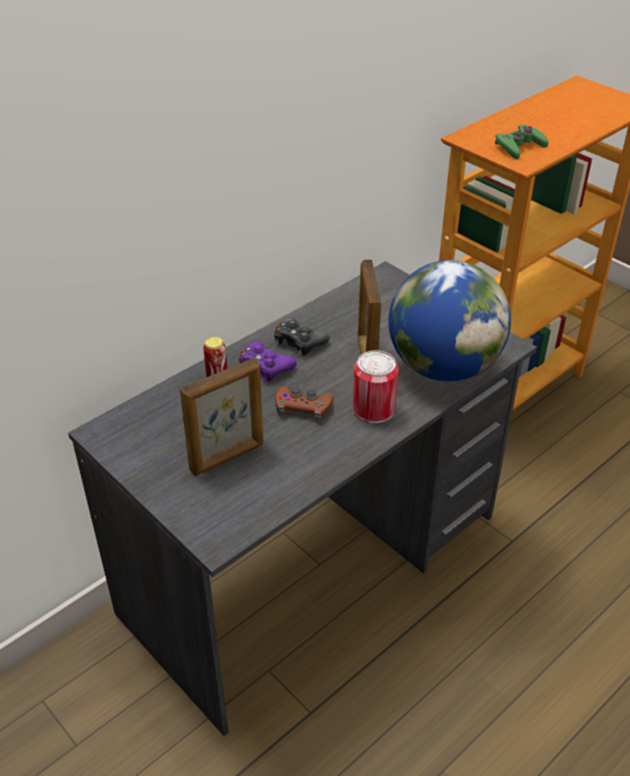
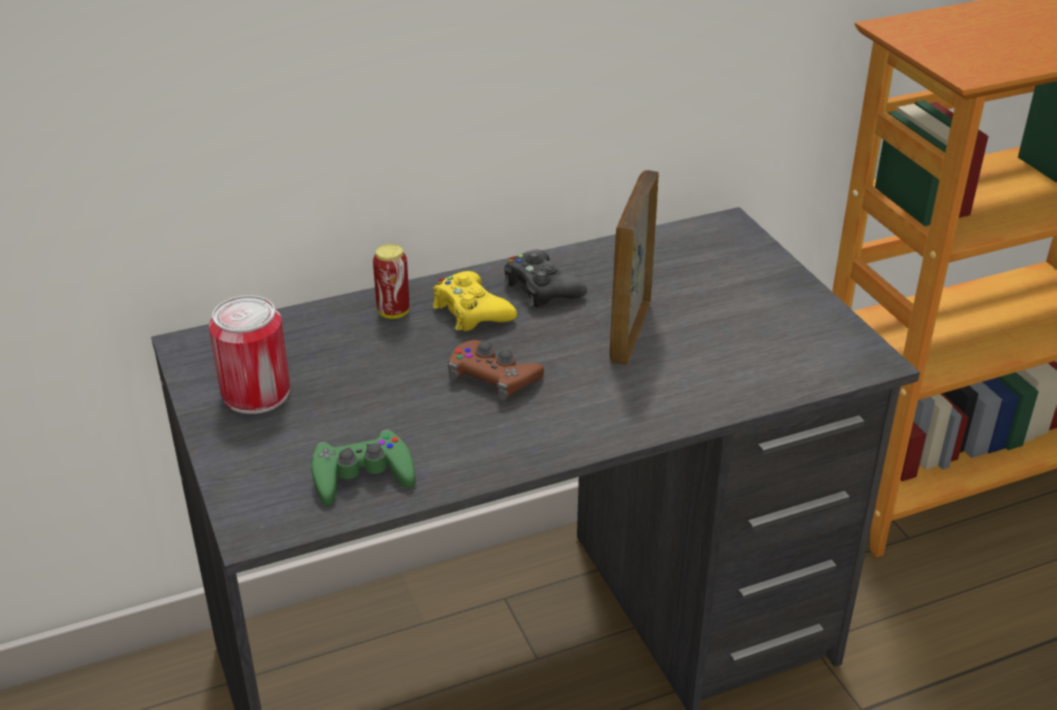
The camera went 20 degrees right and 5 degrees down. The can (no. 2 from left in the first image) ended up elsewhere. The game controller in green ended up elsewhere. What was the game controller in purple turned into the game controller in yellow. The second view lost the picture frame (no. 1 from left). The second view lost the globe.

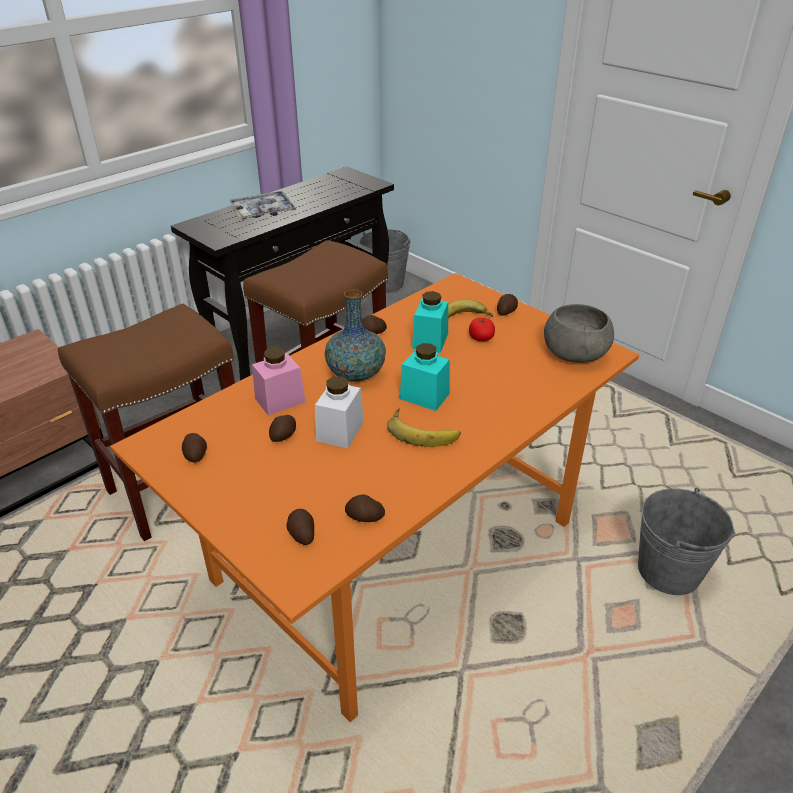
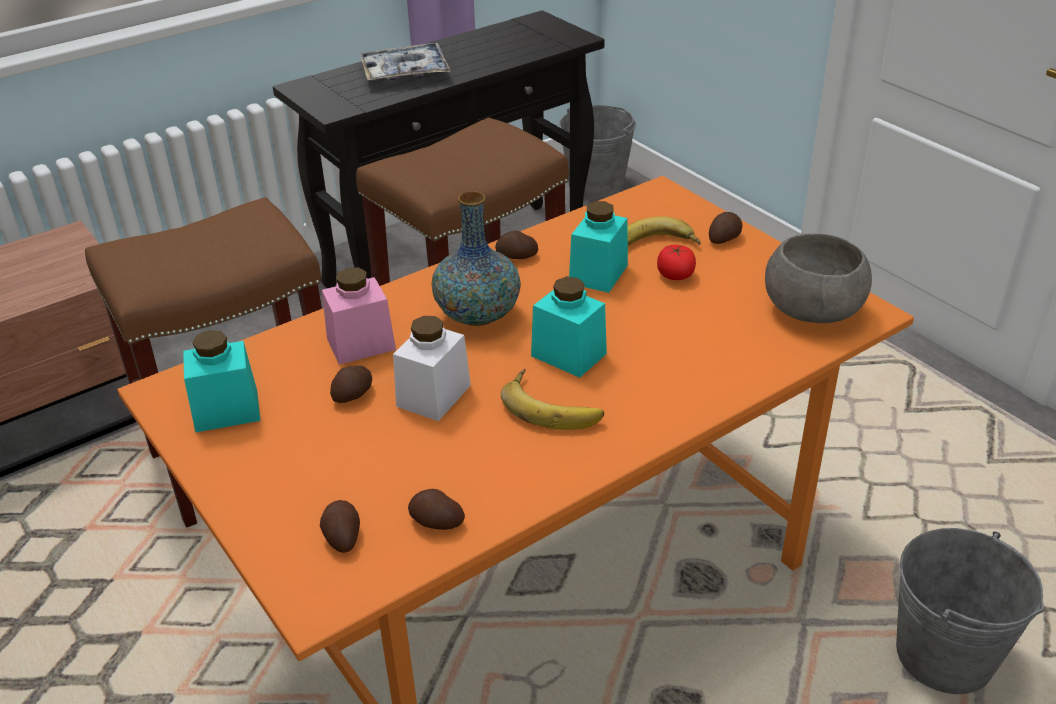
The camera went 10 degrees right and 0 degrees up. Where the potato (no. 1 from left) stood, the jar in turquoise (no. 1 from left) came to stand.

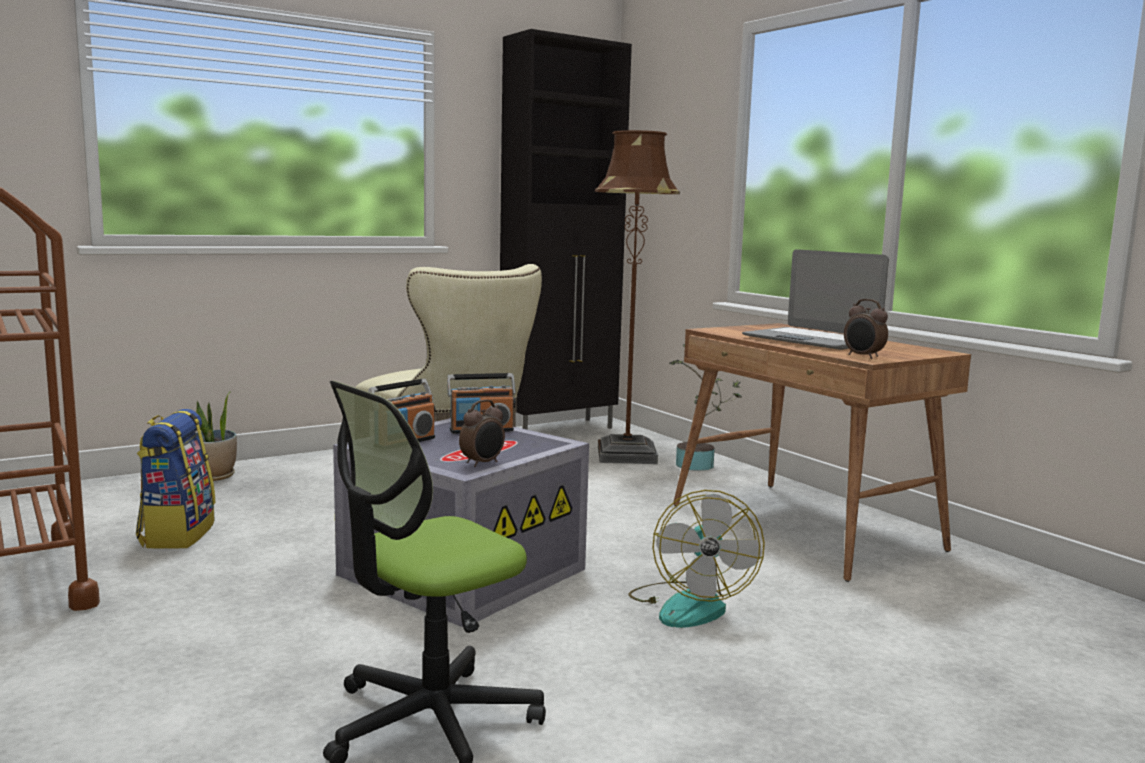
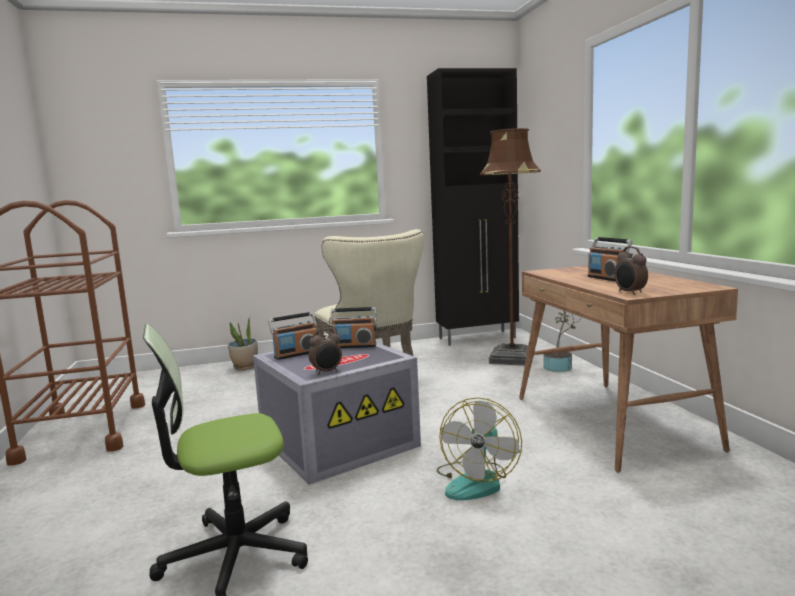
The camera went 20 degrees right and 0 degrees up. Where the laptop stood, the radio (no. 3 from left) came to stand. The second view lost the backpack.

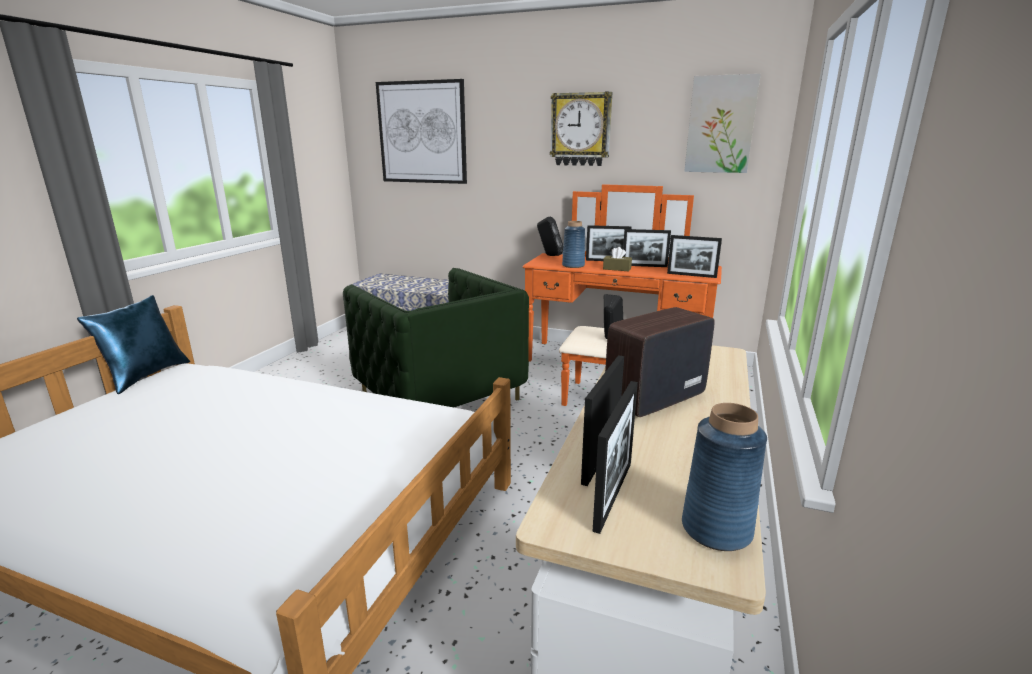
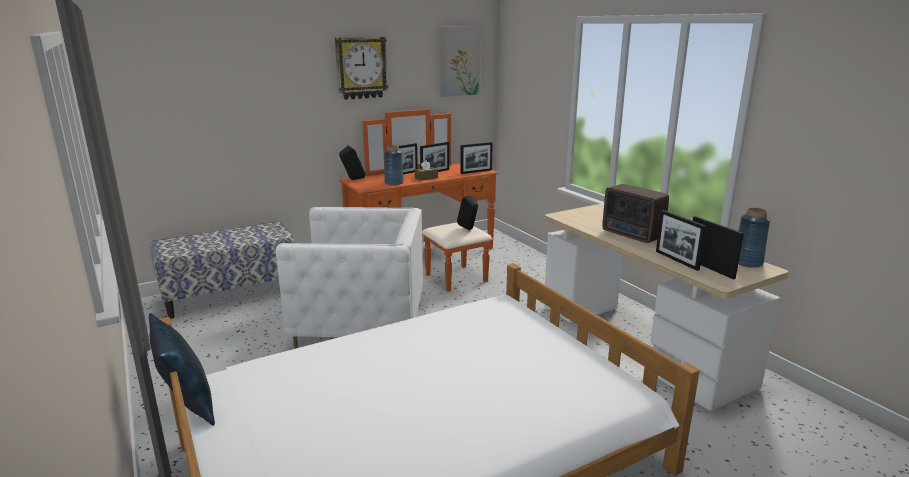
The camera went 50 degrees left and 0 degrees up. What was the armchair in green turned into the armchair in white. The radio ended up facing another way, 45 degrees counterclockwise from before. The second view lost the picture (no. 1 from left).

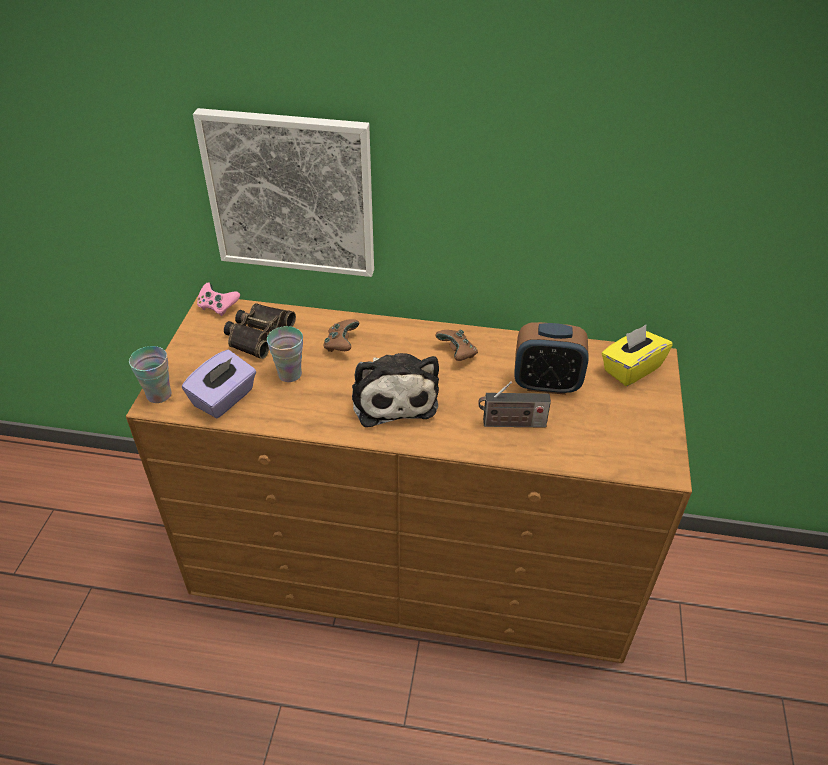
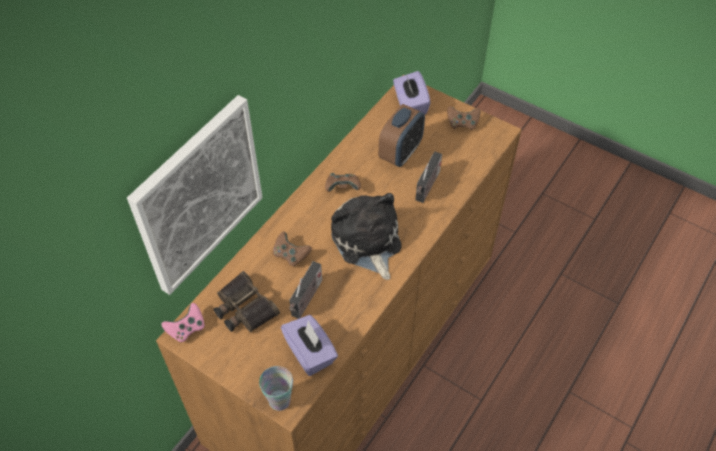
The camera went 65 degrees left and 10 degrees up. Where the cup (no. 2 from left) stood, the radio (no. 1 from left) came to stand. The plush toy ended up facing another way, 120 degrees counterclockwise from before. What was the tissue box in yellow turned into the tissue box in purple (no. 2 from left). The second view gained the game controller in brown (no. 3 from left).

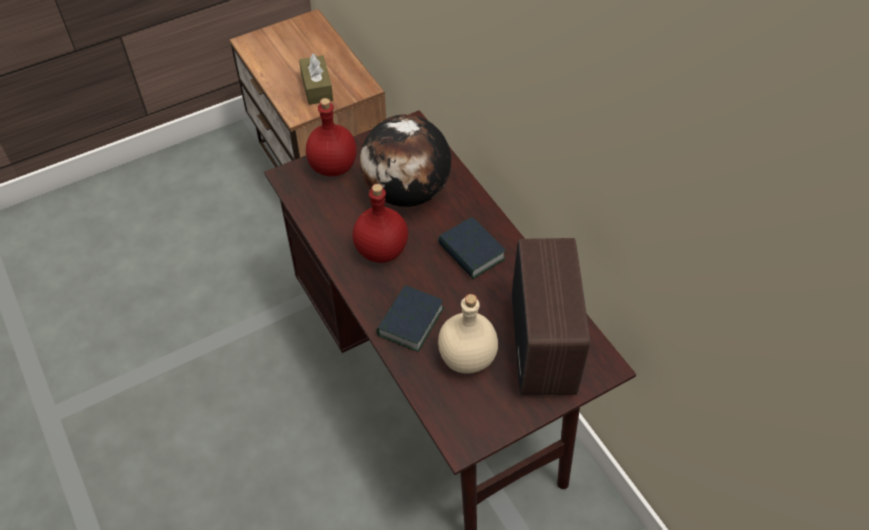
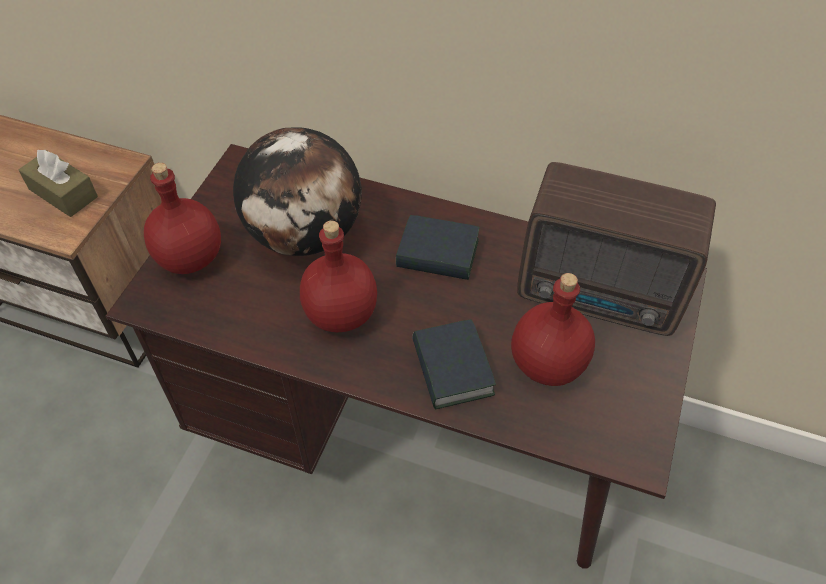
The camera went 40 degrees left and 0 degrees up. What was the bottle in beige turned into the bottle in red (no. 3 from left). The radio ended up facing another way, 150 degrees clockwise from before.

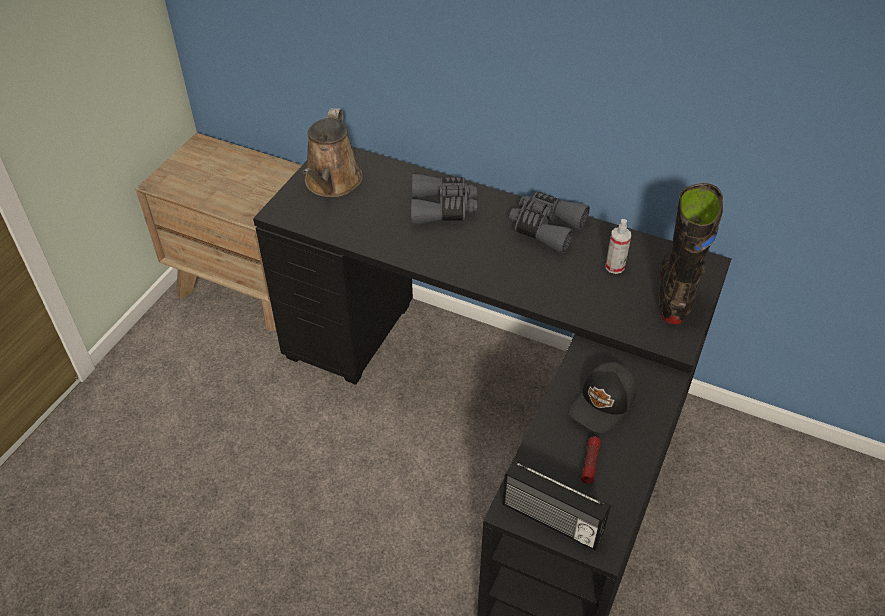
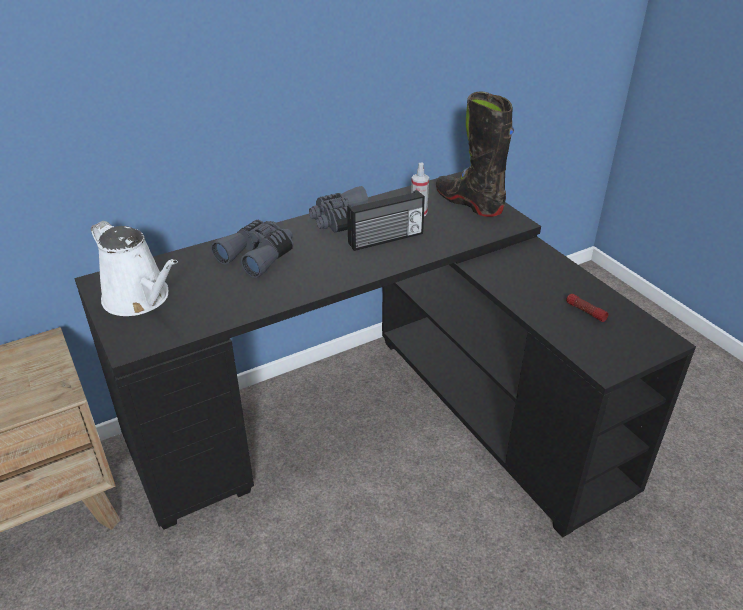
The camera went 55 degrees left and 10 degrees down. What was the watering can in brown turned into the watering can in white. The radio ended up elsewhere. The second view lost the cap in black.

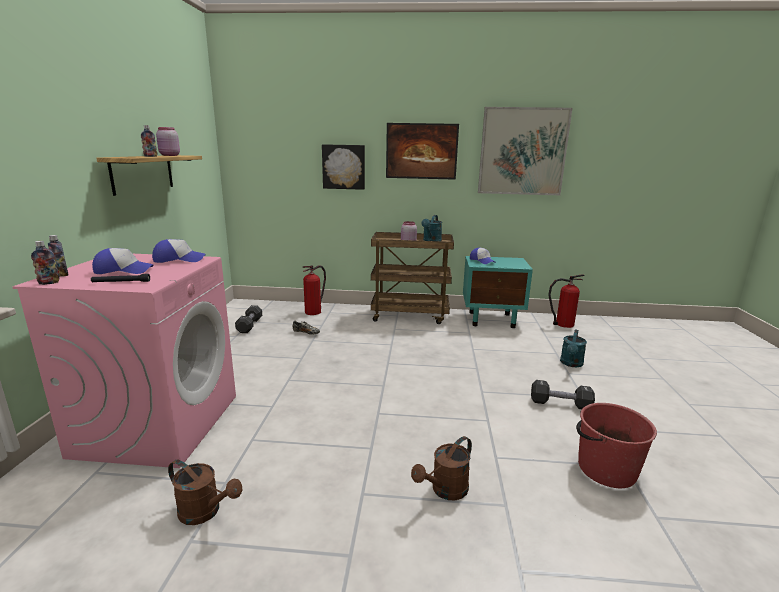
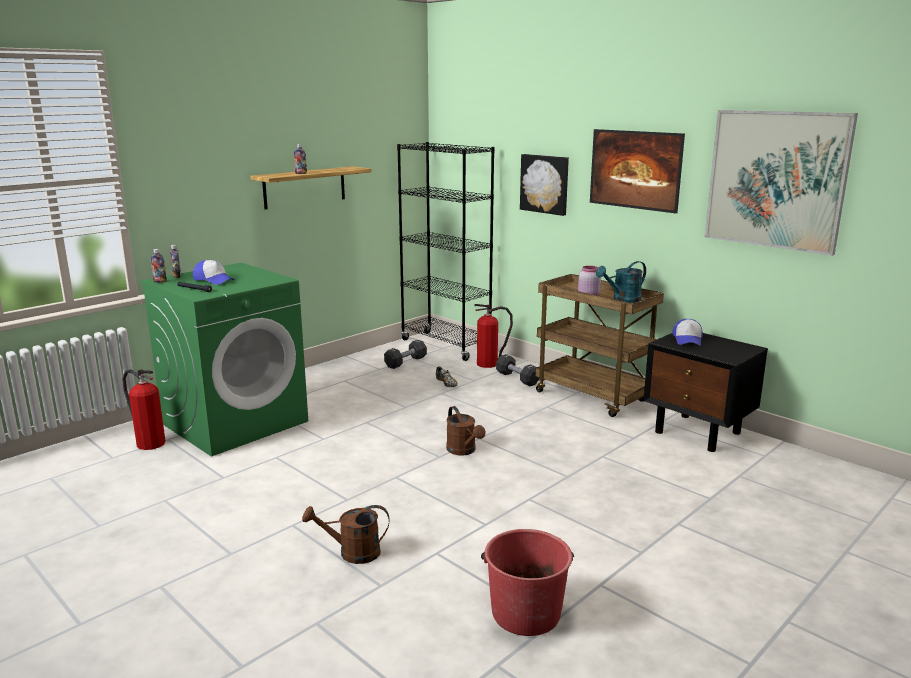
The camera went 40 degrees right and 0 degrees up. The fire extinguisher (no. 2 from left in the first image) ended up elsewhere. What was the washing machine in pink turned into the washing machine in green. The second view gained the bookcase in black. The watering can in brown (no. 1 from left in the first image) ended up elsewhere. The dumbbell in black (no. 2 from left) ended up elsewhere. What was the nightstand in turquoise turned into the nightstand in black. The second view lost the cap (no. 2 from left). The second view lost the jar in pink (no. 1 from left). The second view lost the watering can in turquoise (no. 2 from left).

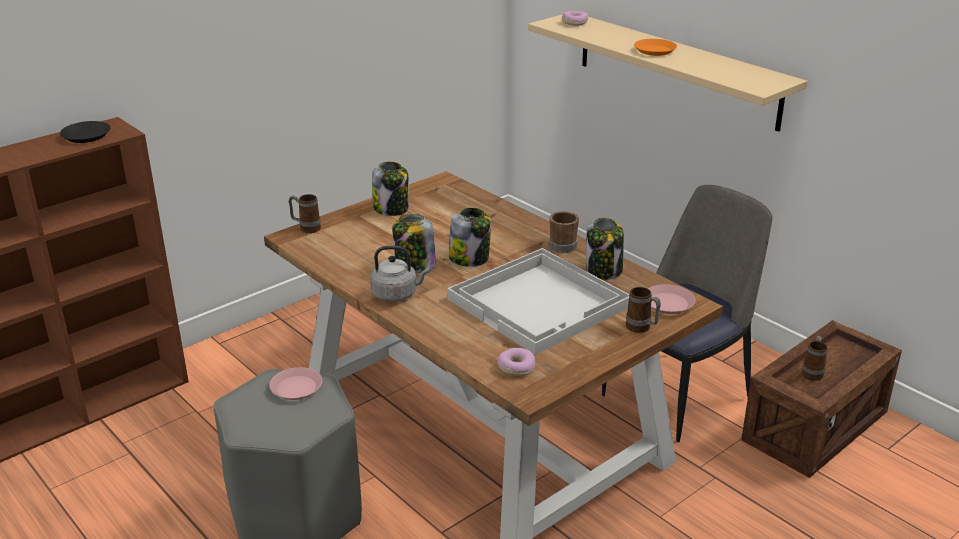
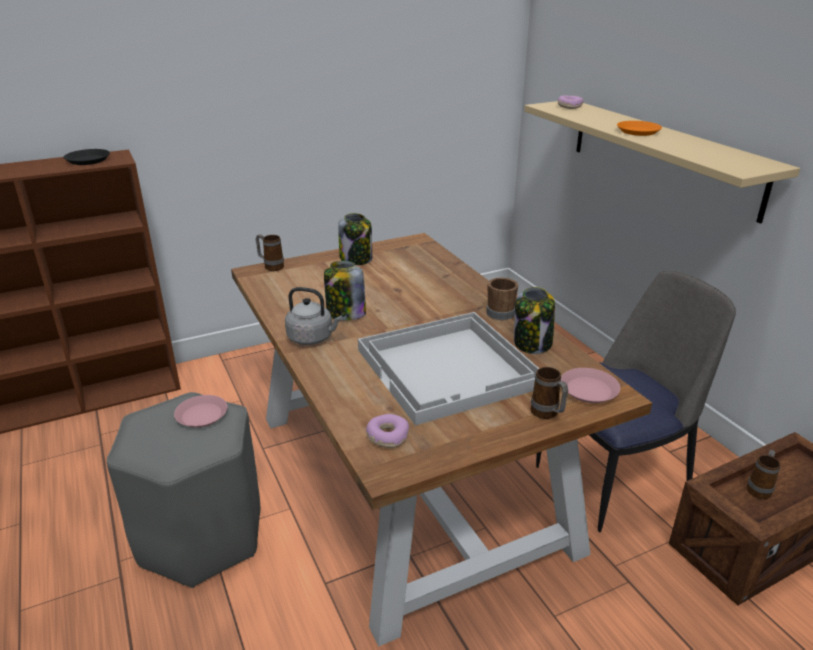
The camera went 15 degrees right and 0 degrees up. The second view lost the jar (no. 3 from left).

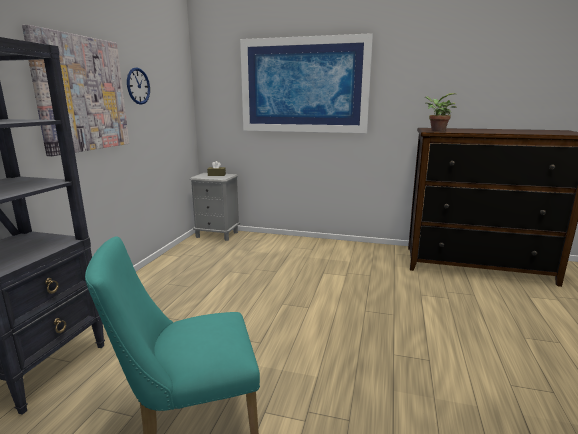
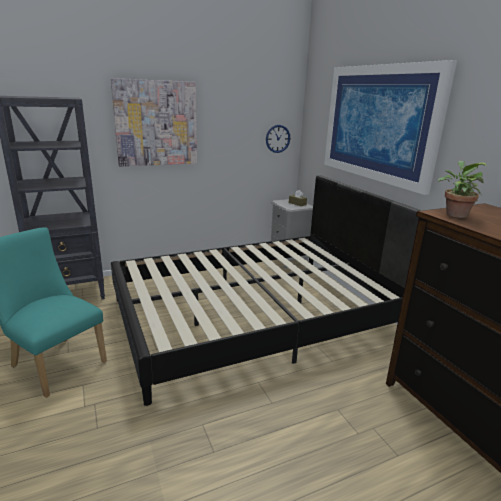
The camera went 50 degrees right and 5 degrees up. The second view gained the bed in black. The wall clock ended up elsewhere.

